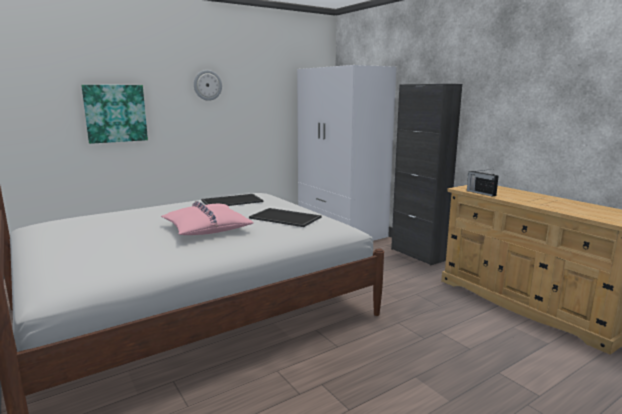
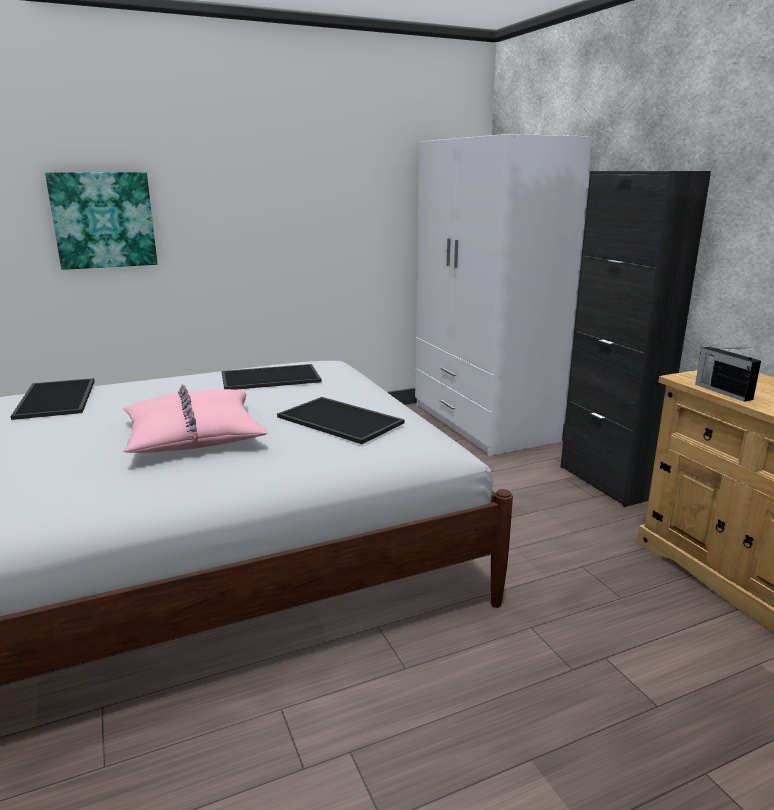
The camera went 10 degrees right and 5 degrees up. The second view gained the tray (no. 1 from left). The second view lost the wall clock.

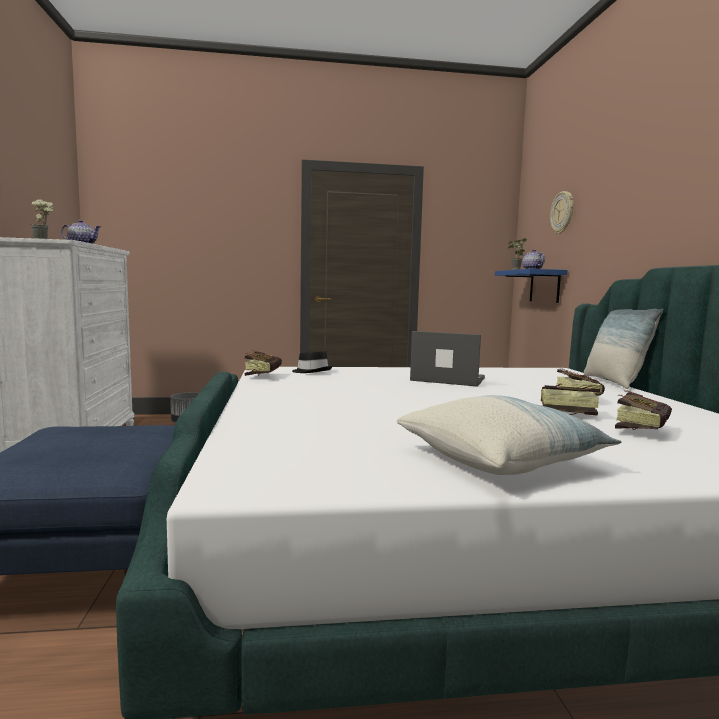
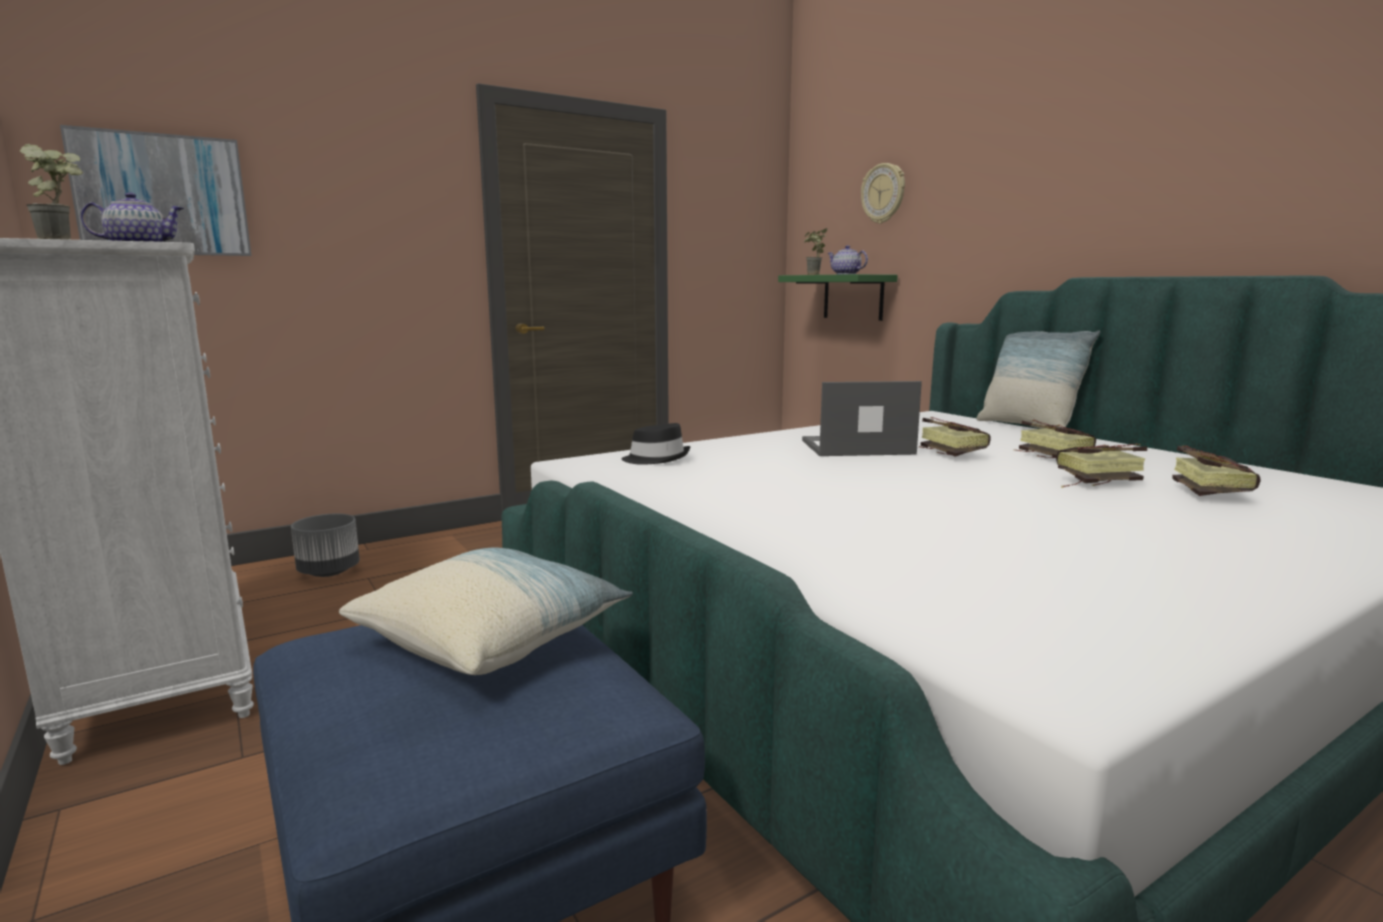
The camera went 25 degrees left and 5 degrees up. The second view gained the picture. The pillow (no. 1 from left) ended up elsewhere. What was the shelf in blue turned into the shelf in green. The book (no. 1 from left) ended up elsewhere.

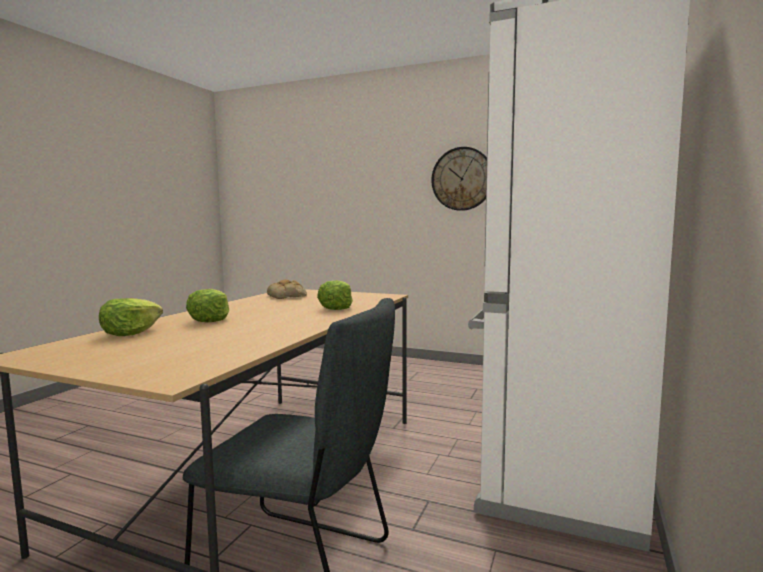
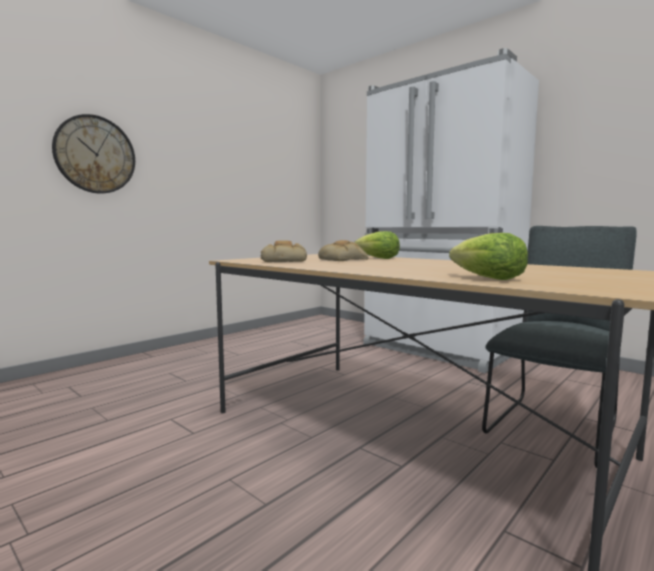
The camera went 70 degrees left and 0 degrees up. The wall clock ended up elsewhere. The second view gained the bread (no. 2 from left). The second view lost the lettuce (no. 2 from left).

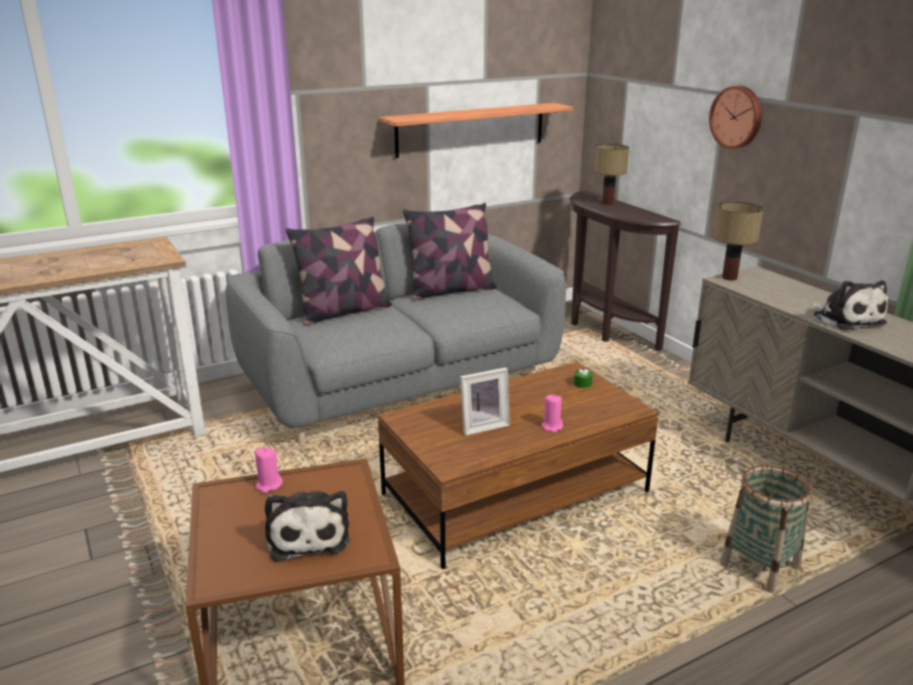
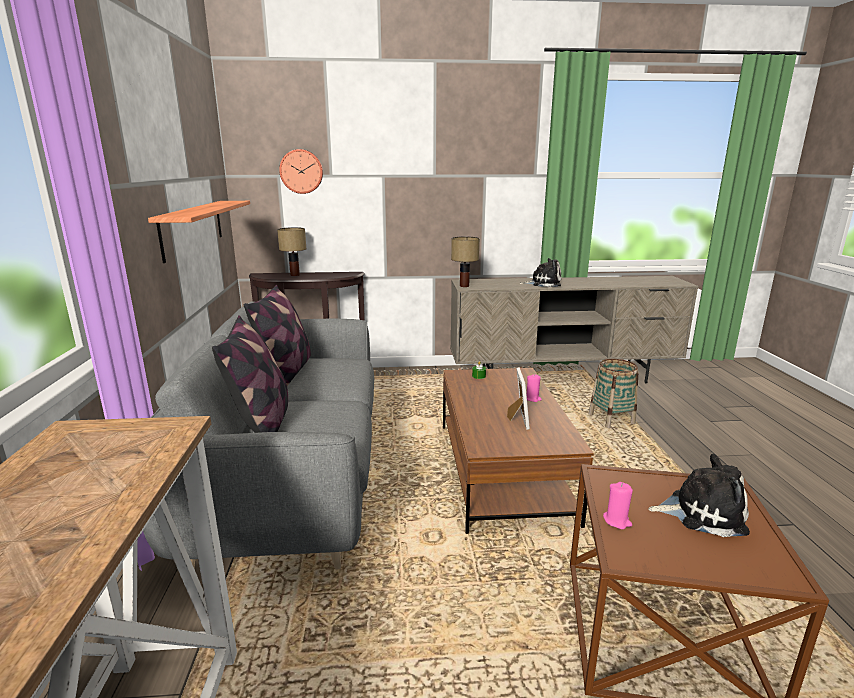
The camera went 65 degrees left and 5 degrees down. The wall clock ended up elsewhere.

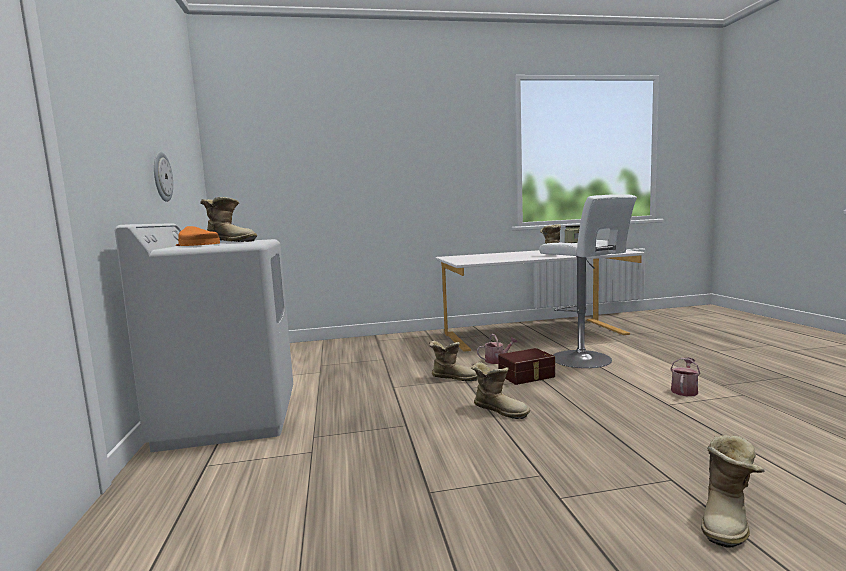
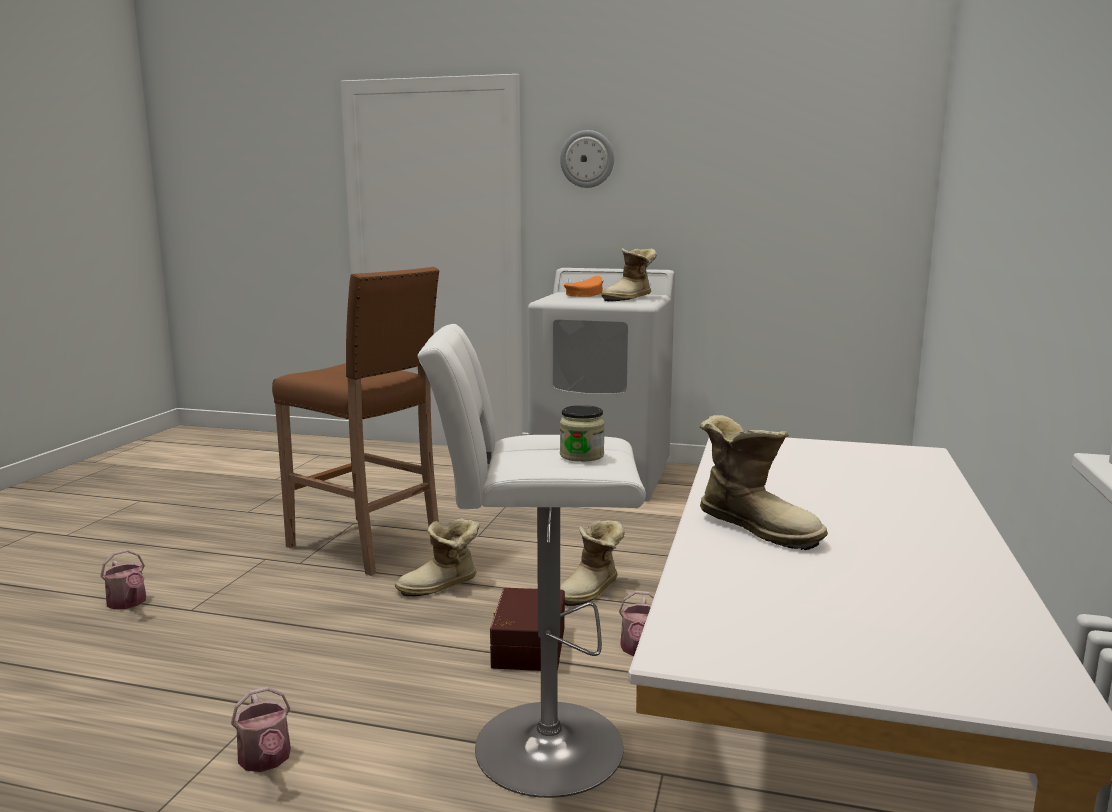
The camera went 115 degrees right and 5 degrees up. Where the boot (no. 5 from left) stood, the watering can (no. 1 from left) came to stand. The second view gained the stool in brown. The wall clock ended up elsewhere.

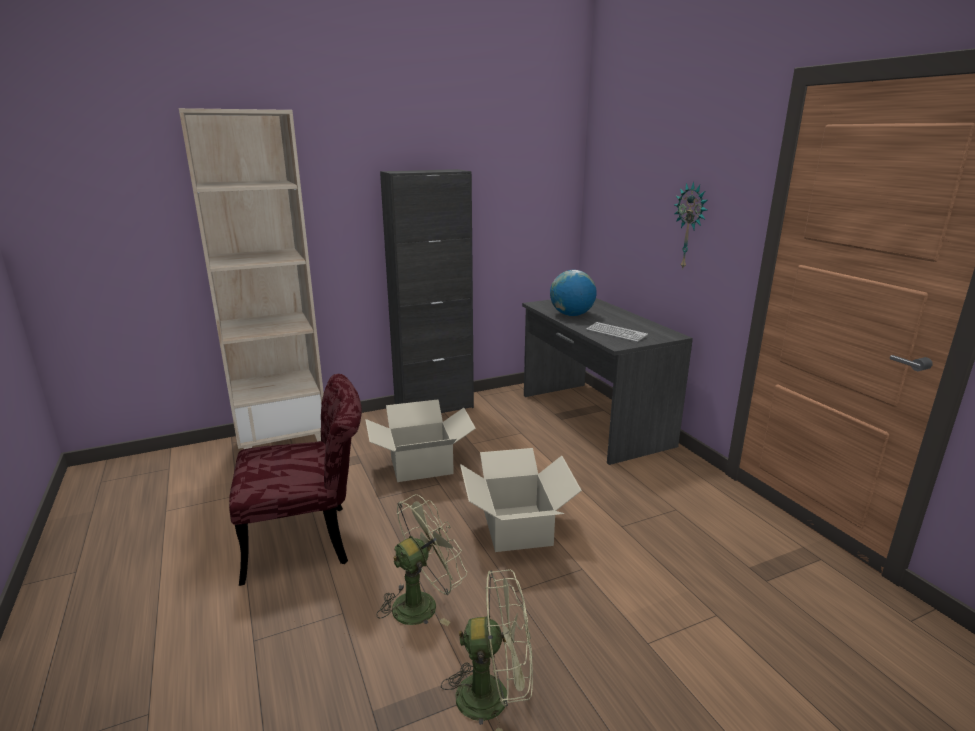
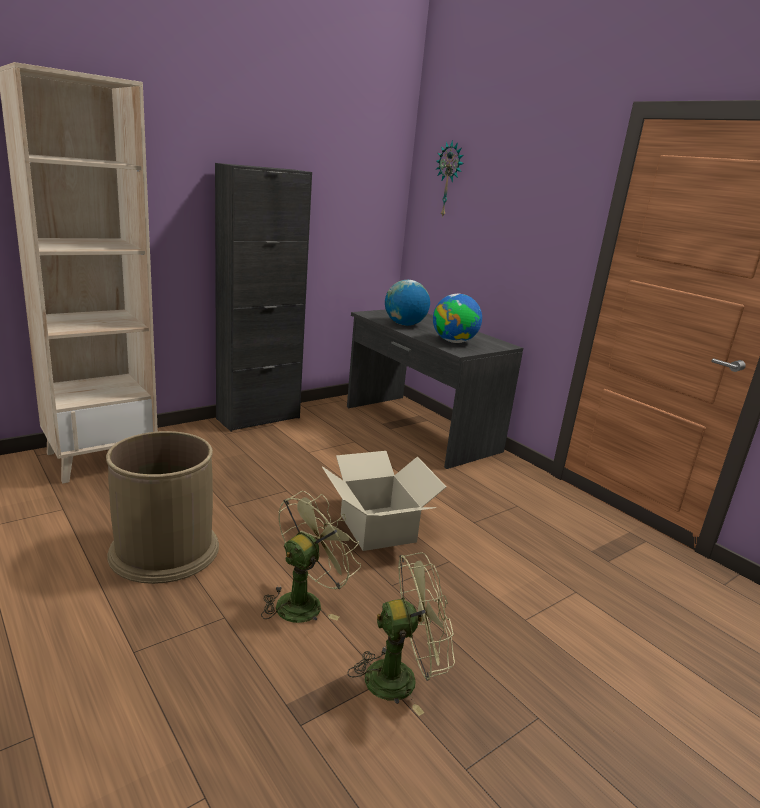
The camera went 15 degrees left and 0 degrees up. Where the chair in red stood, the trash can in brown came to stand. Where the keyboard stood, the globe (no. 2 from left) came to stand. The wall clock ended up elsewhere. The second view lost the cardboard box (no. 1 from left).

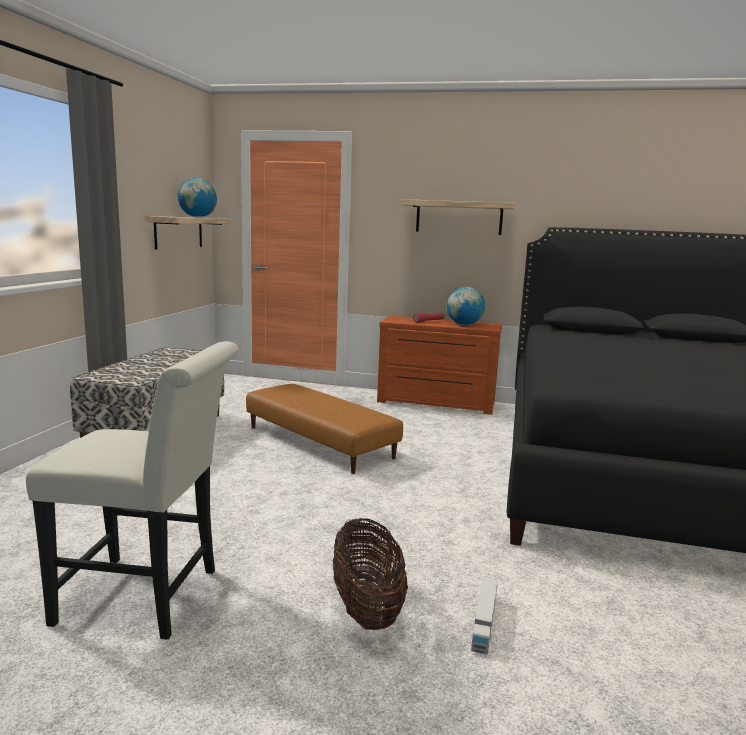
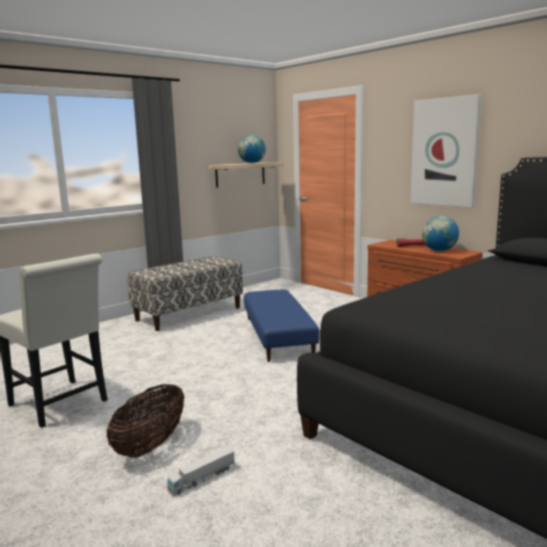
The camera went 35 degrees right and 0 degrees up. What was the ottoman in brown turned into the ottoman in blue. Where the shelf (no. 2 from left) hung, the picture came to hang.

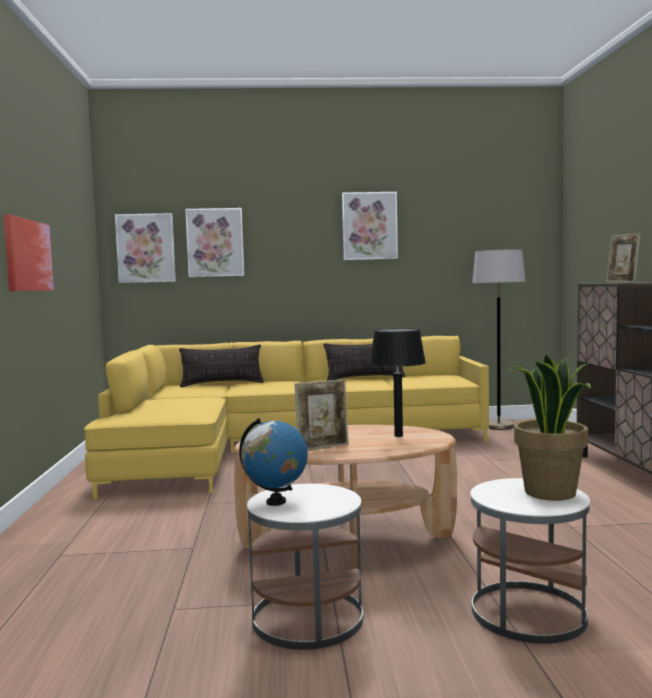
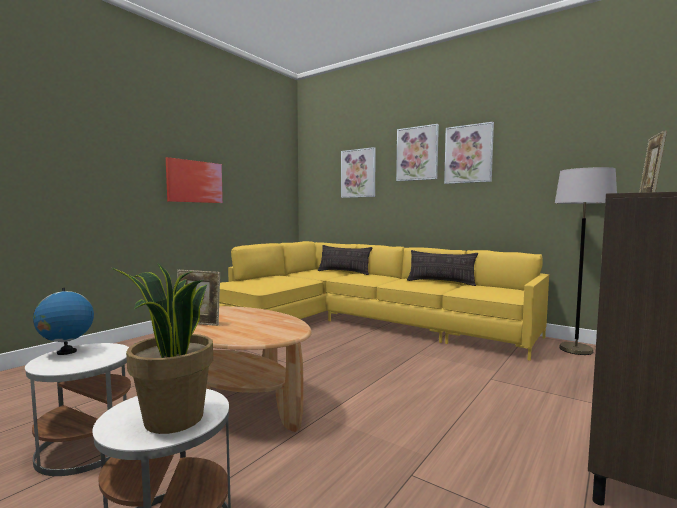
The camera went 40 degrees right and 0 degrees up. The picture (no. 2 from left in the first image) ended up elsewhere. The second view lost the table lamp in black.

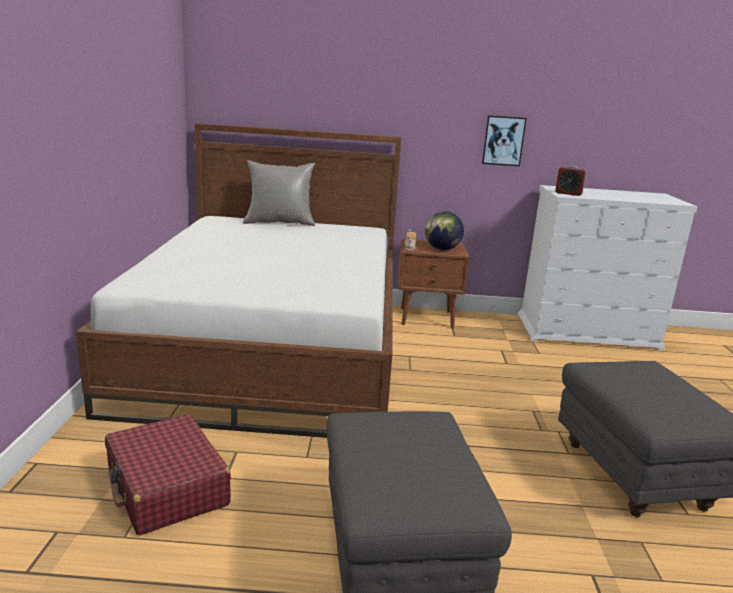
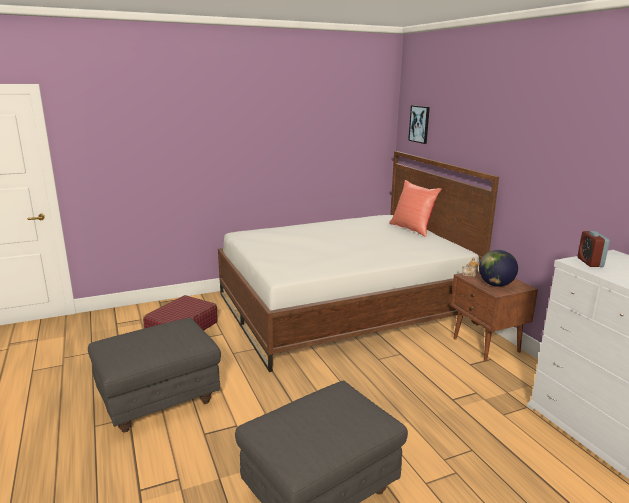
The camera went 65 degrees right and 0 degrees up. What was the pillow in grey turned into the pillow in red. The picture ended up elsewhere.

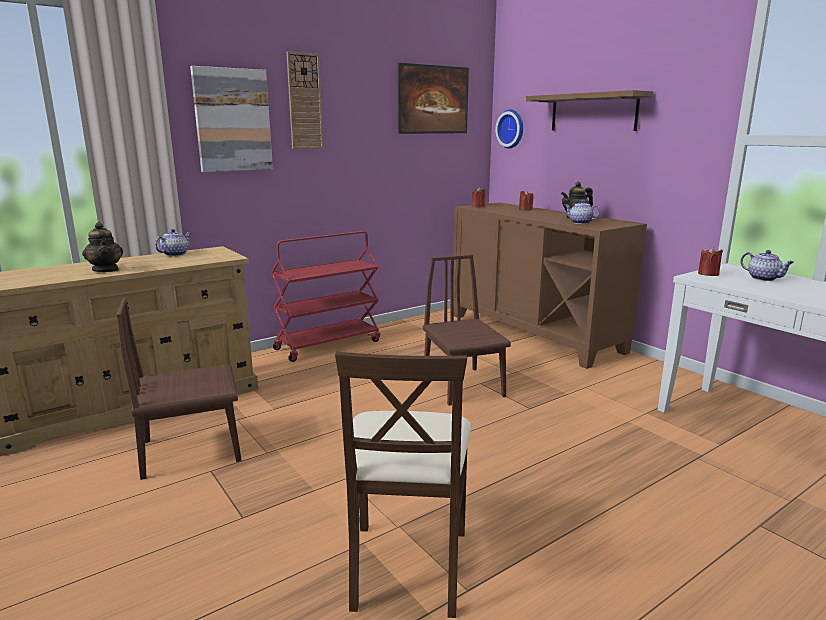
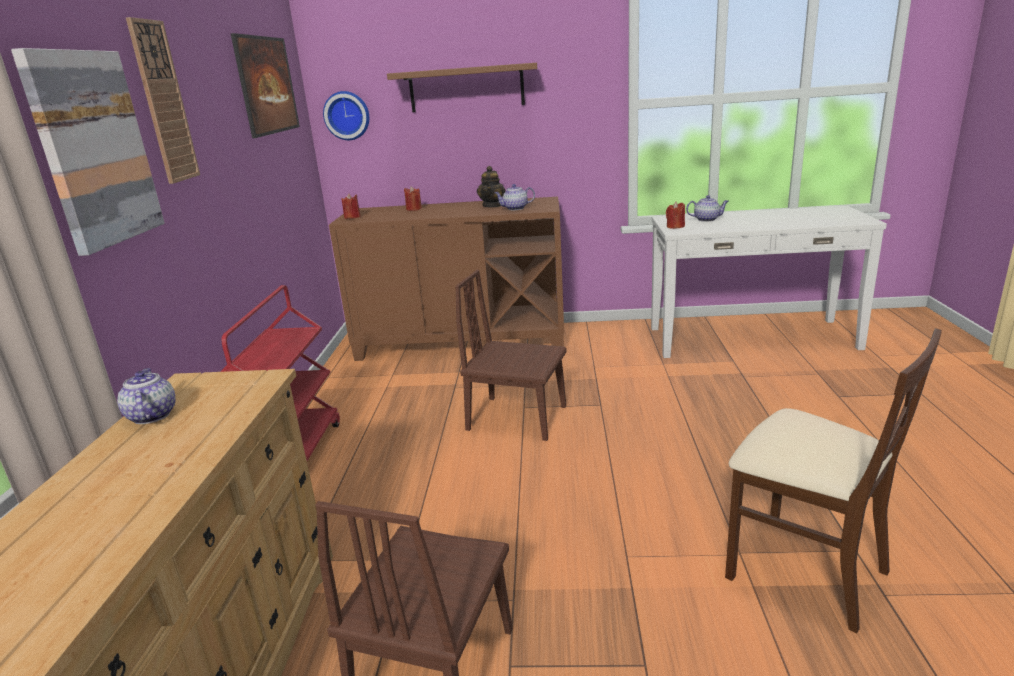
The camera went 50 degrees left and 5 degrees up. The second view lost the teapot (no. 1 from left).

